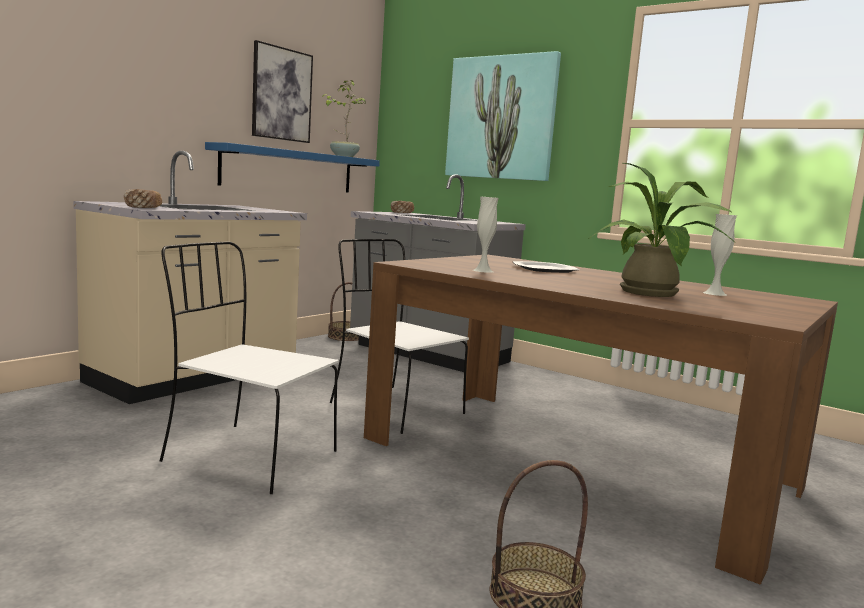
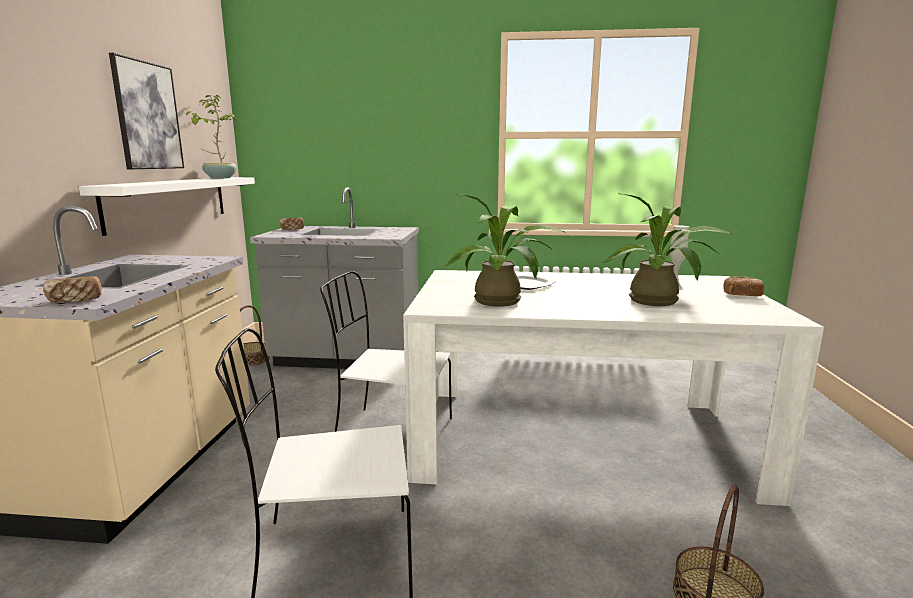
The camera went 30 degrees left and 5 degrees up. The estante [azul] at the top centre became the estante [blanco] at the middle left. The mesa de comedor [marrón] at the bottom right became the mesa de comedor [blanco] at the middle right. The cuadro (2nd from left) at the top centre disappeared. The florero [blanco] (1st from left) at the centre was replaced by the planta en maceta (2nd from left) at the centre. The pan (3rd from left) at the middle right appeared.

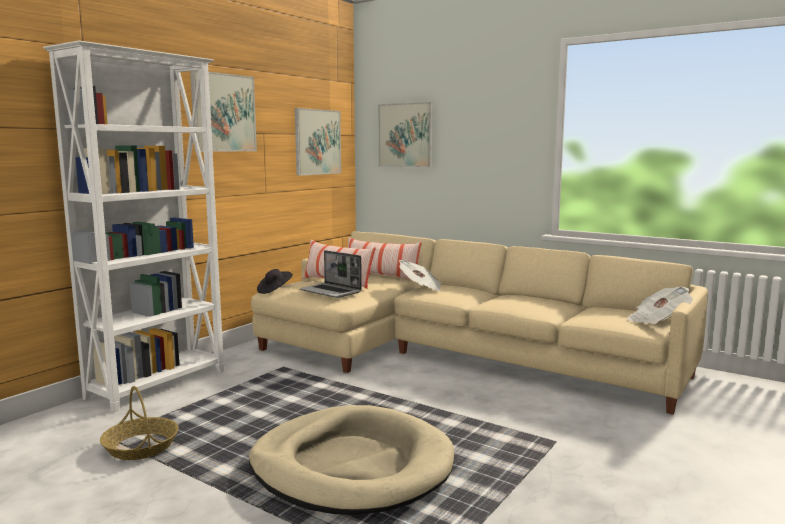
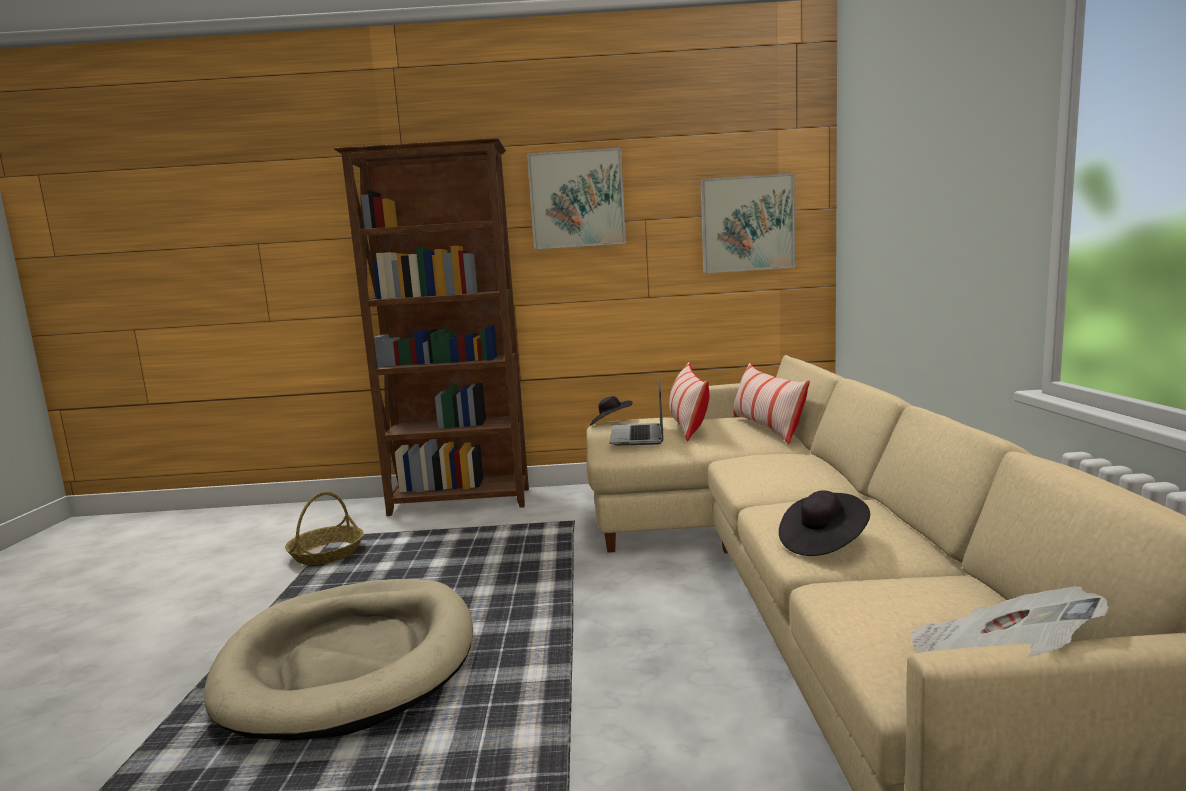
The camera went 55 degrees right and 0 degrees up. The estantería [blanco] at the middle left became the estantería [marrón] at the centre. The cuadro (3rd from left) at the top centre disappeared. The periódico (1st from left) at the centre disappeared. The sombrero [negro] (2nd from left) at the middle right appeared.

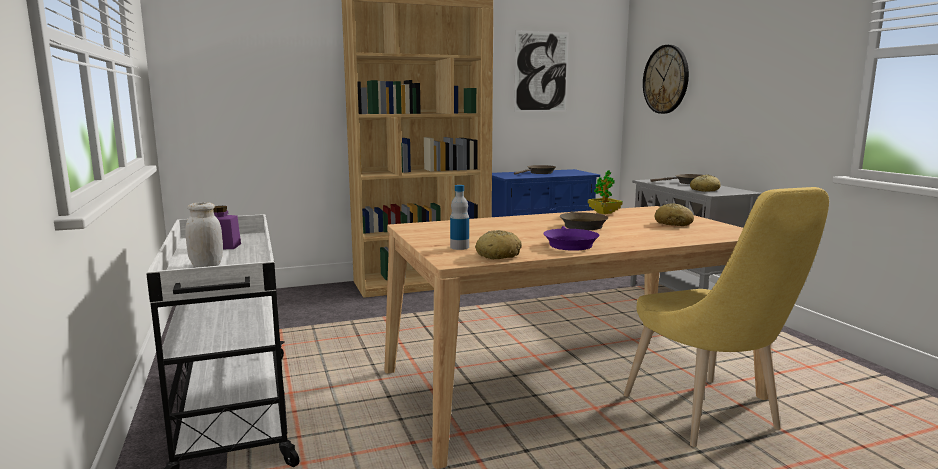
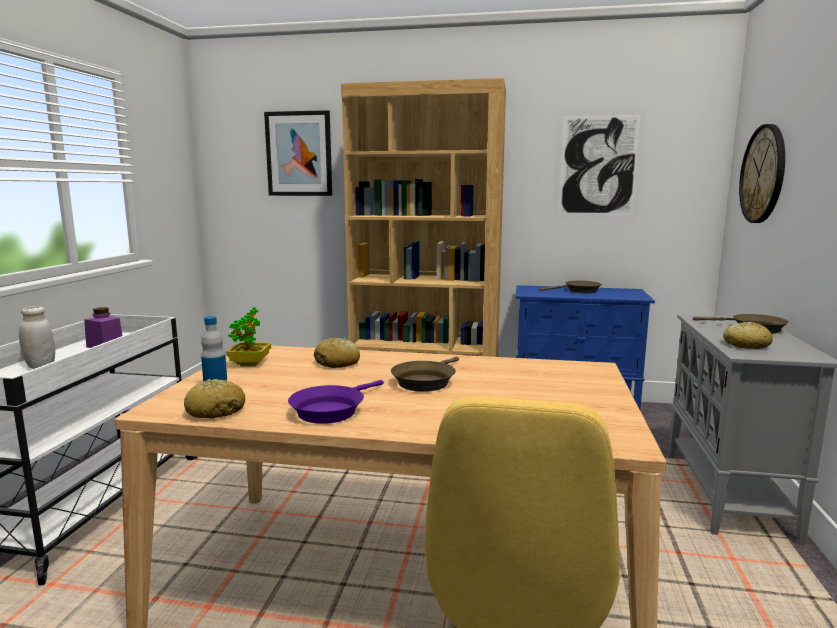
The camera went 30 degrees right and 0 degrees up. The planta en maceta moved from the centre to the middle left. The pan (2nd from left) moved from the middle right to the centre. The cuadro (1st from left) at the top centre appeared.

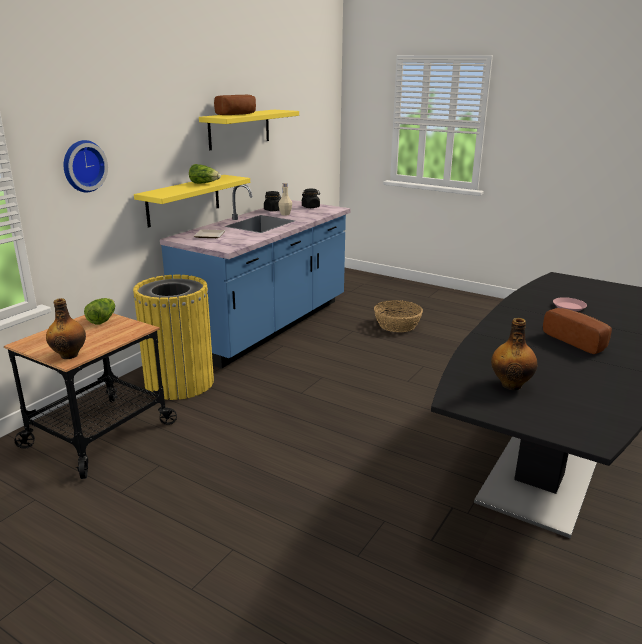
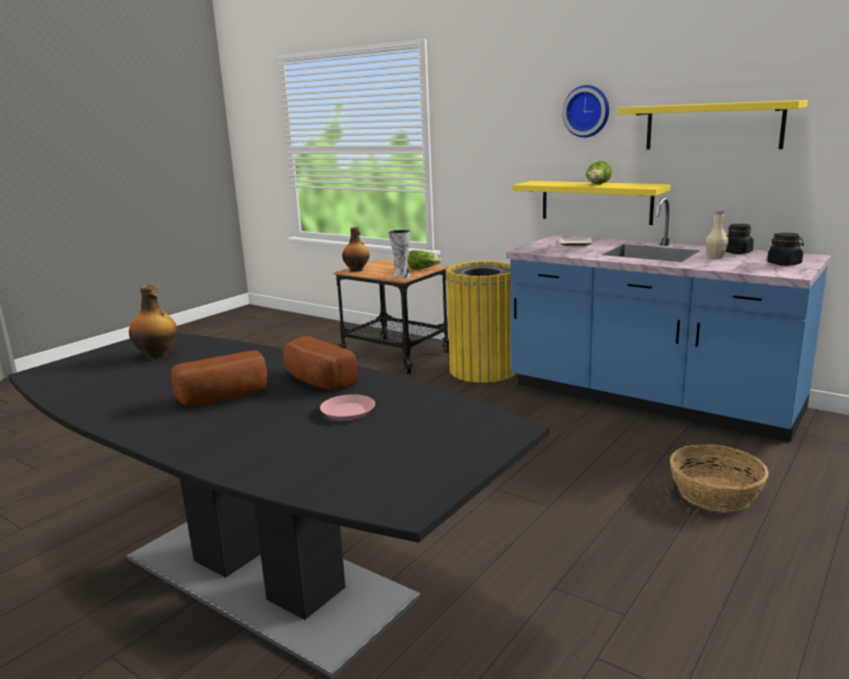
The camera went 95 degrees right and 5 degrees down. The reloj de pared moved from the top left to the top right. The pan (1st from left in the first image) moved from the top centre to the centre. The florero at the centre appeared.

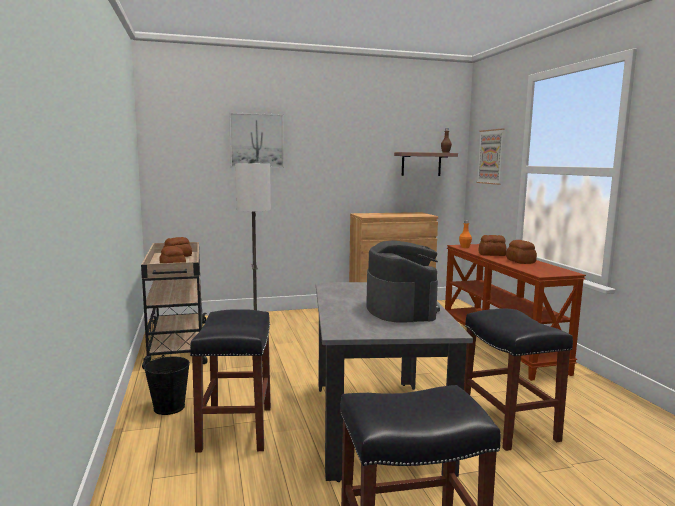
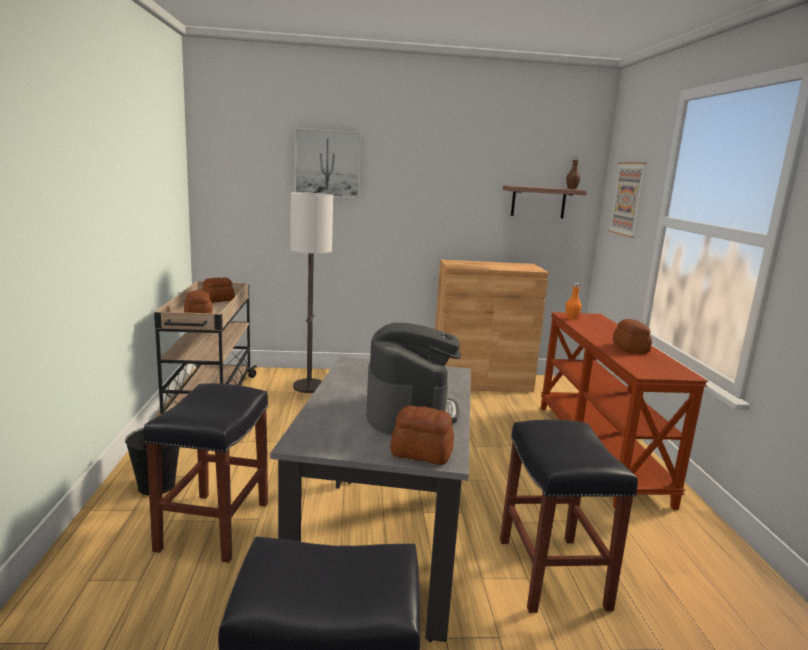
The camera went 10 degrees right and 5 degrees up. The pan (3rd from left) moved from the middle right to the bottom centre.

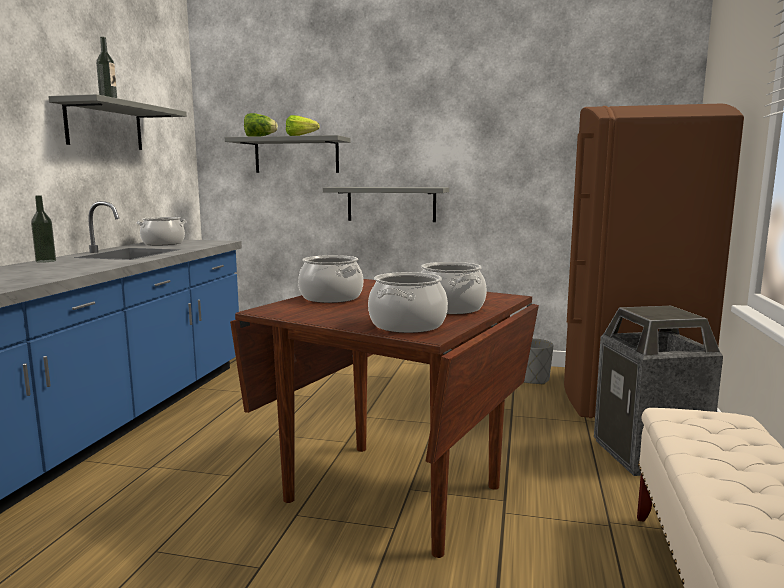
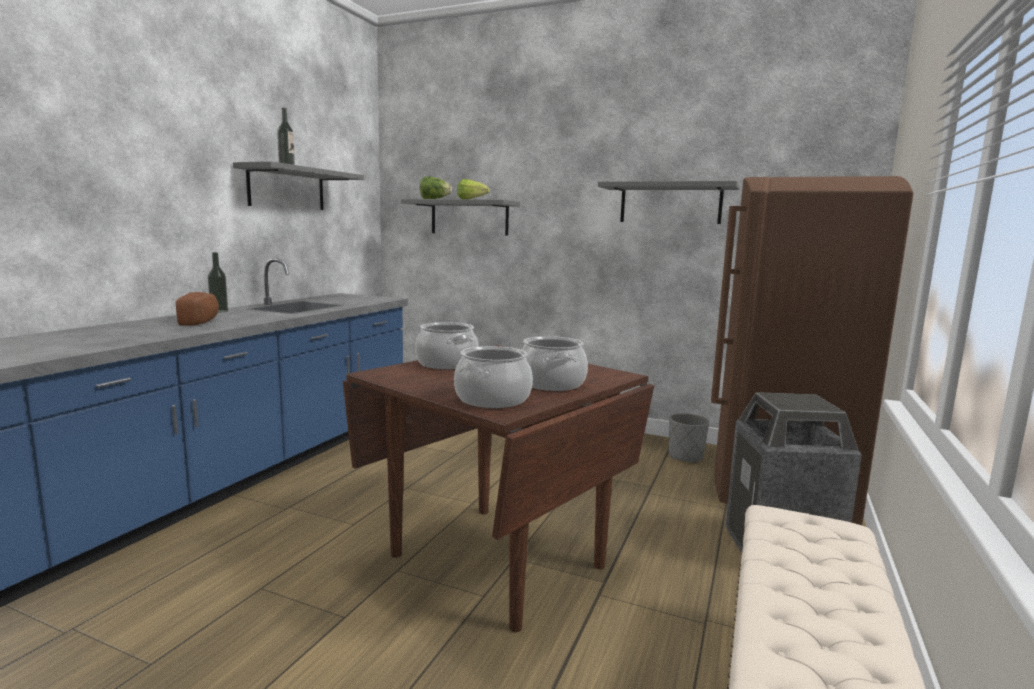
The camera went 10 degrees right and 0 degrees up. The olla (1st from left) at the middle left disappeared. The estante [gris] (3rd from left) moved from the centre to the top centre. The pan at the middle left appeared.

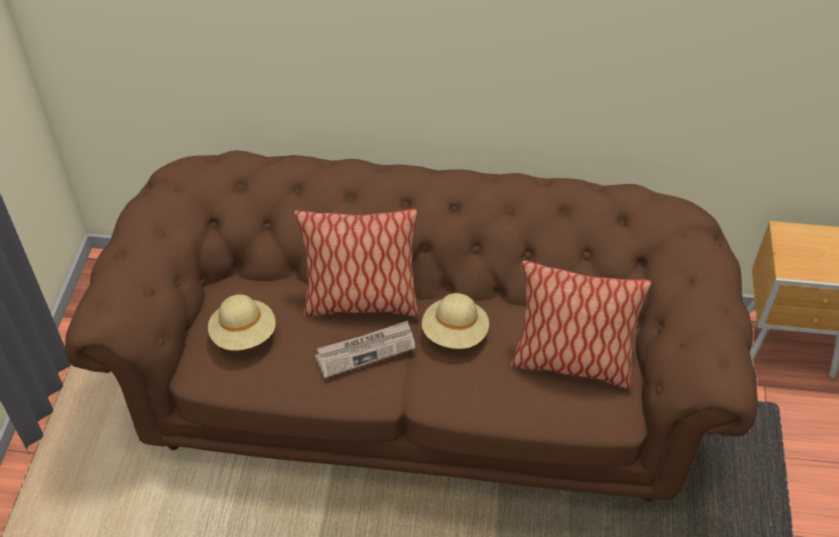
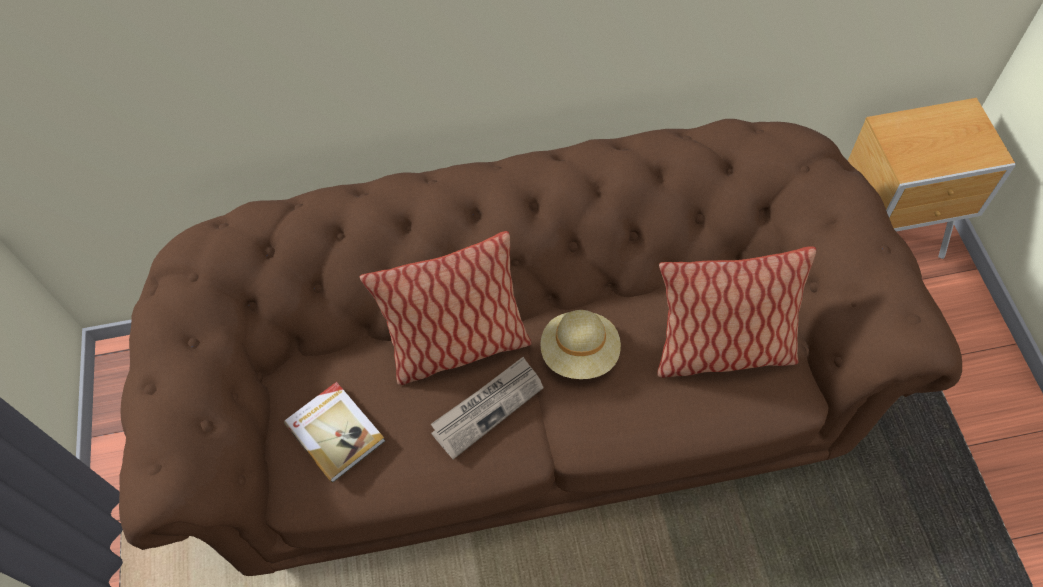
The camera went 15 degrees left and 10 degrees up. The sombrero [beis] (1st from left) at the middle left was replaced by the libro at the bottom left.

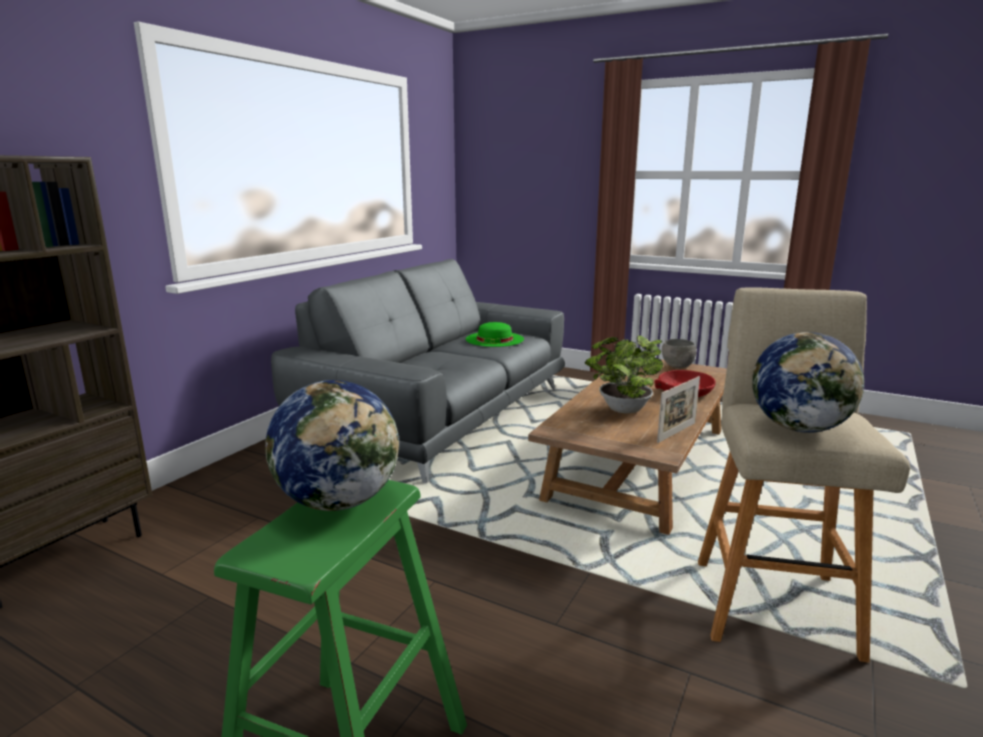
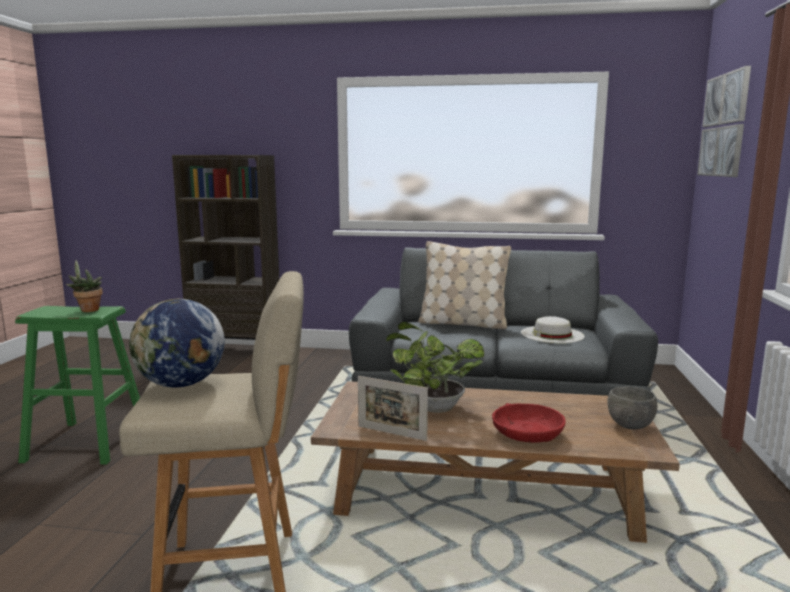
The camera went 70 degrees right and 5 degrees down. The globo terráqueo (1st from left) at the centre was replaced by the planta en maceta (1st from left) at the middle left. The sombrero [verde] at the centre became the sombrero [blanco] at the middle right. The cojín [beis] at the centre appeared. The cuadro at the top right appeared.

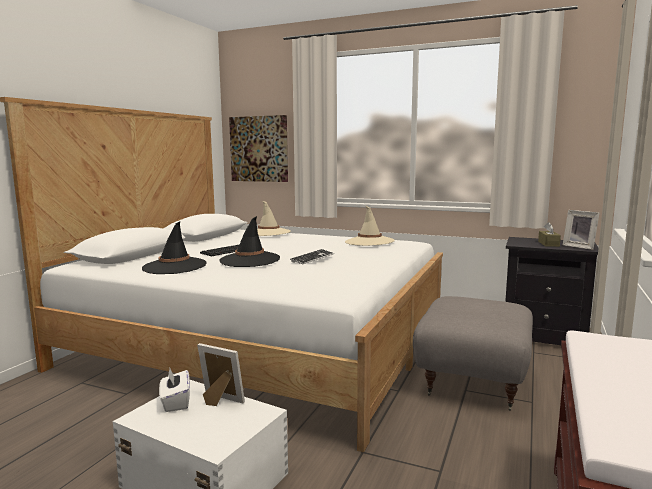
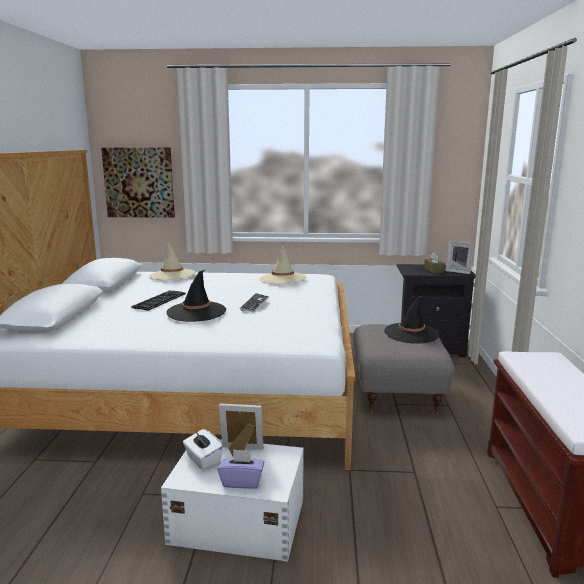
The camera went 20 degrees left and 5 degrees up. The sombrero [negro] (1st from left in the first image) moved from the middle left to the middle right. The caja de pañuelos [morado] at the bottom centre appeared.

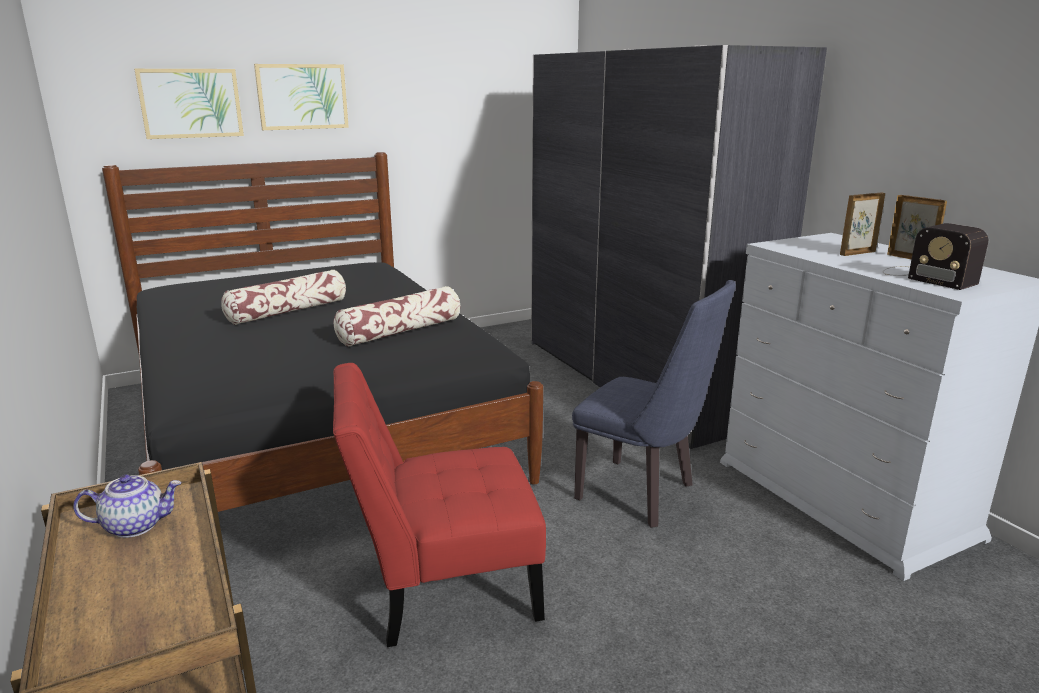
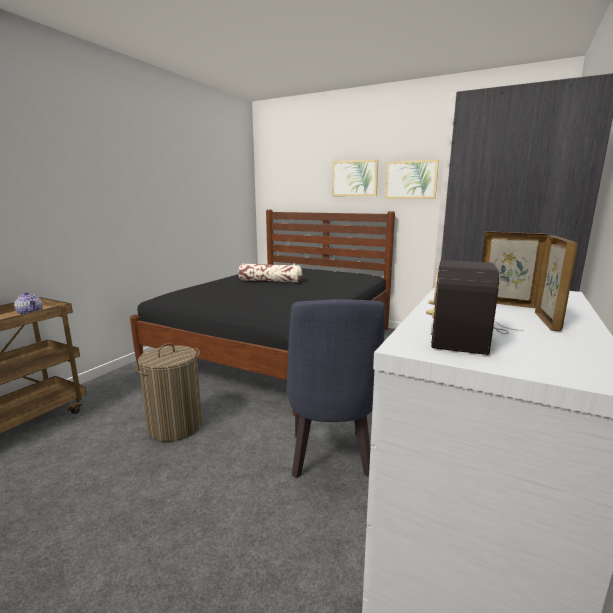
The camera went 55 degrees right and 5 degrees down. The cuadro (1st from left in the first image) moved from the top left to the top right. The silla [rojo] at the bottom centre was replaced by the cesto de la ropa at the middle left. The cojín (2nd from left) at the centre disappeared.

